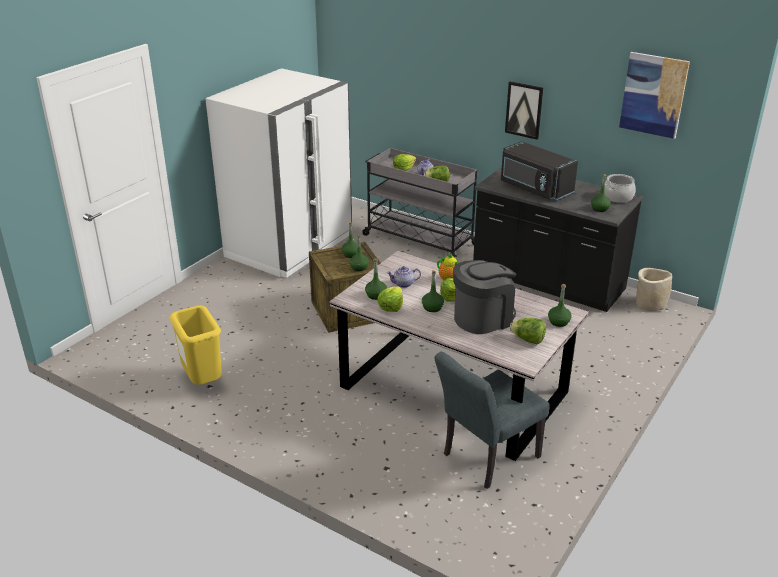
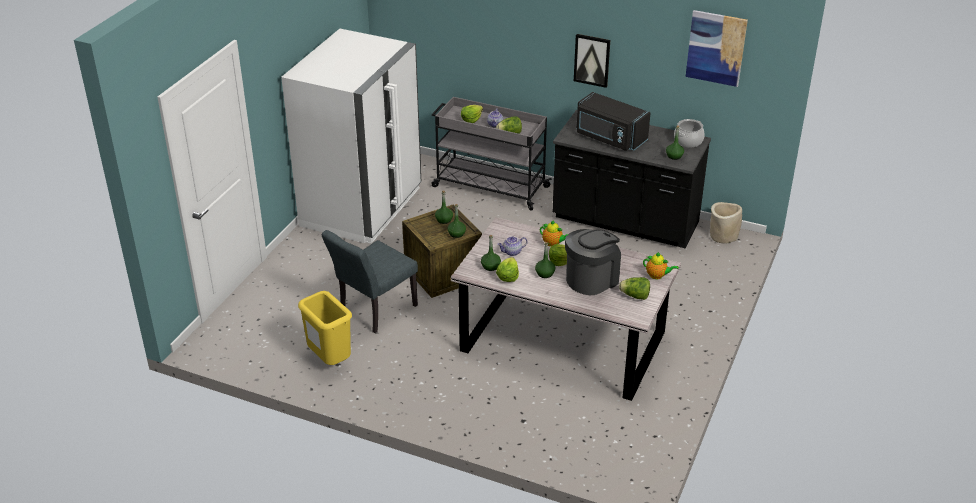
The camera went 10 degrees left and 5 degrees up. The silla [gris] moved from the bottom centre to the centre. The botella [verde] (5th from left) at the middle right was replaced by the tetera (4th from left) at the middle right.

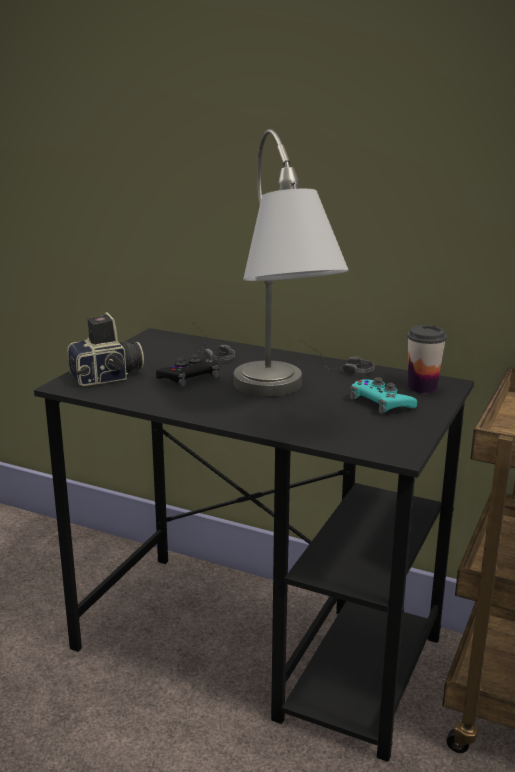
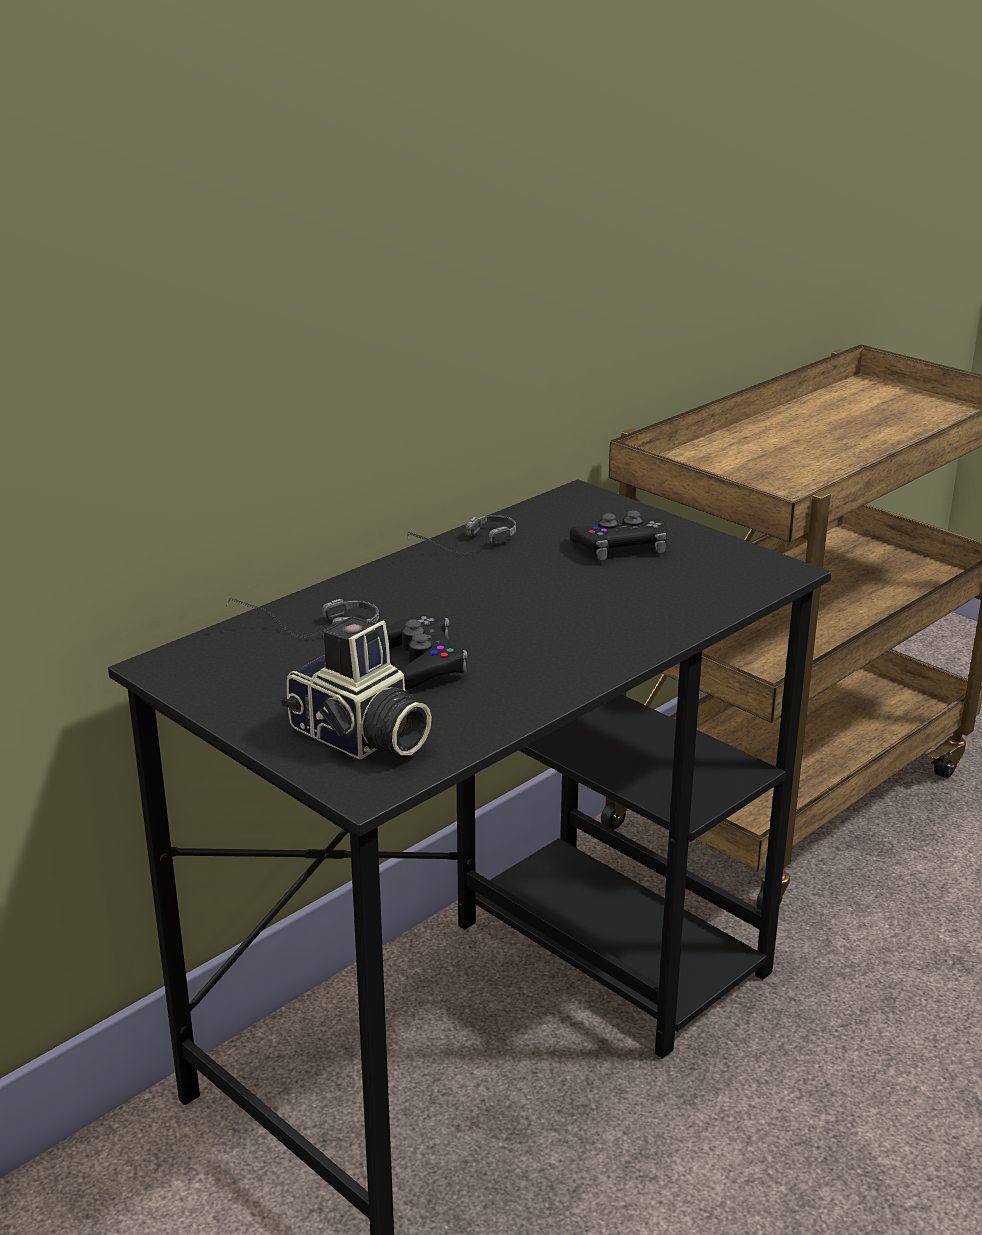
The camera went 70 degrees left and 5 degrees up. The cámara at the middle left turned 135 degrees clockwise. The lámpara de mesa [gris] at the centre disappeared. The mando de consola [turquesa] at the middle right became the mando de consola [negro] (2nd from left) at the centre. The taza at the middle right disappeared.

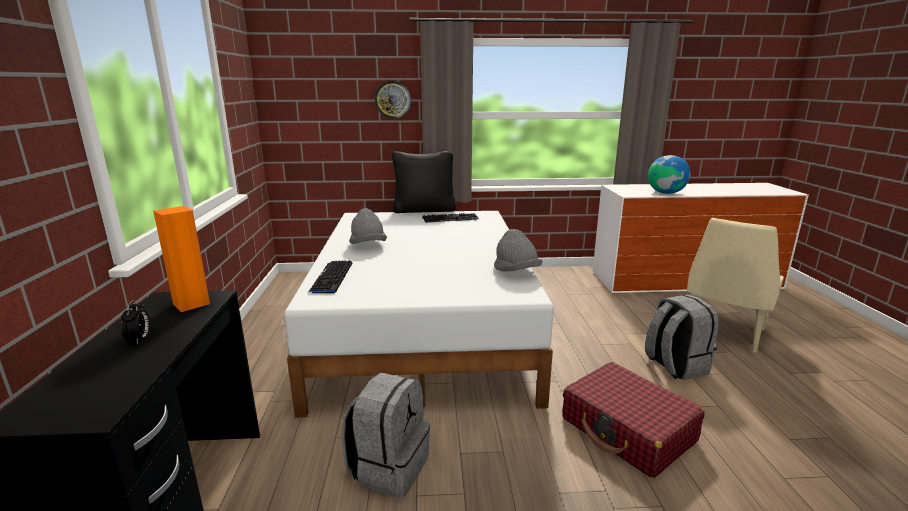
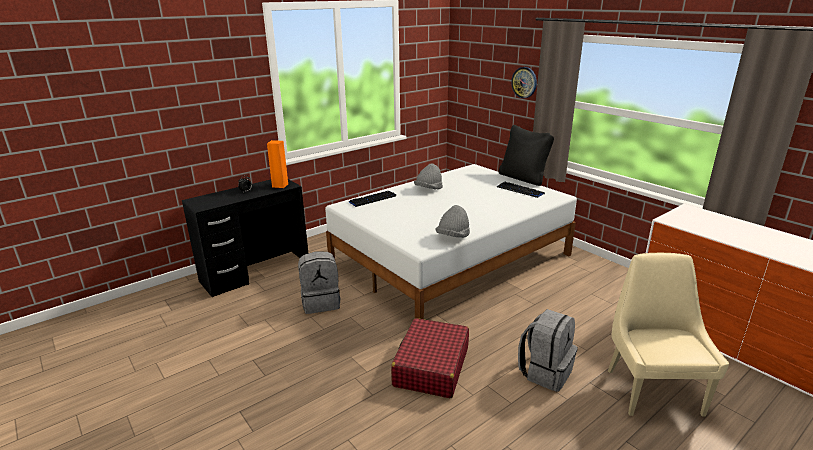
The camera went 55 degrees right and 5 degrees up. The globo terráqueo at the middle right disappeared. The silla [beis] at the middle right turned 90 degrees clockwise.

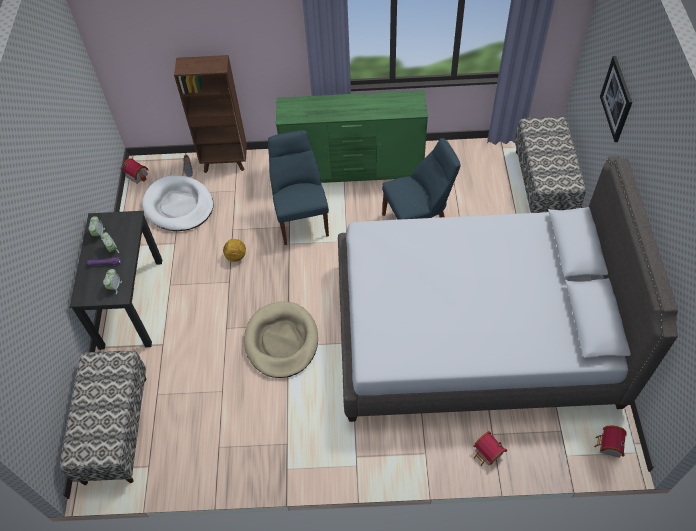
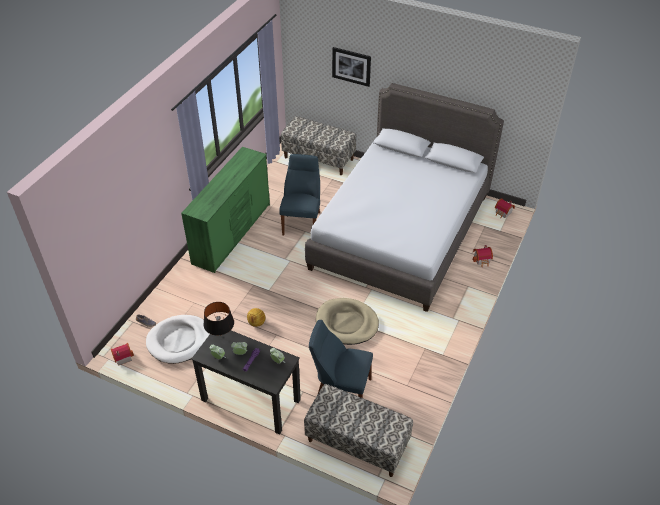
The camera went 65 degrees left and 10 degrees down. The estantería [marrón] at the top left disappeared. The silla [azul] (1st from left in the first image) moved from the centre to the bottom centre. The lámpara de mesa [negro] at the middle left appeared.

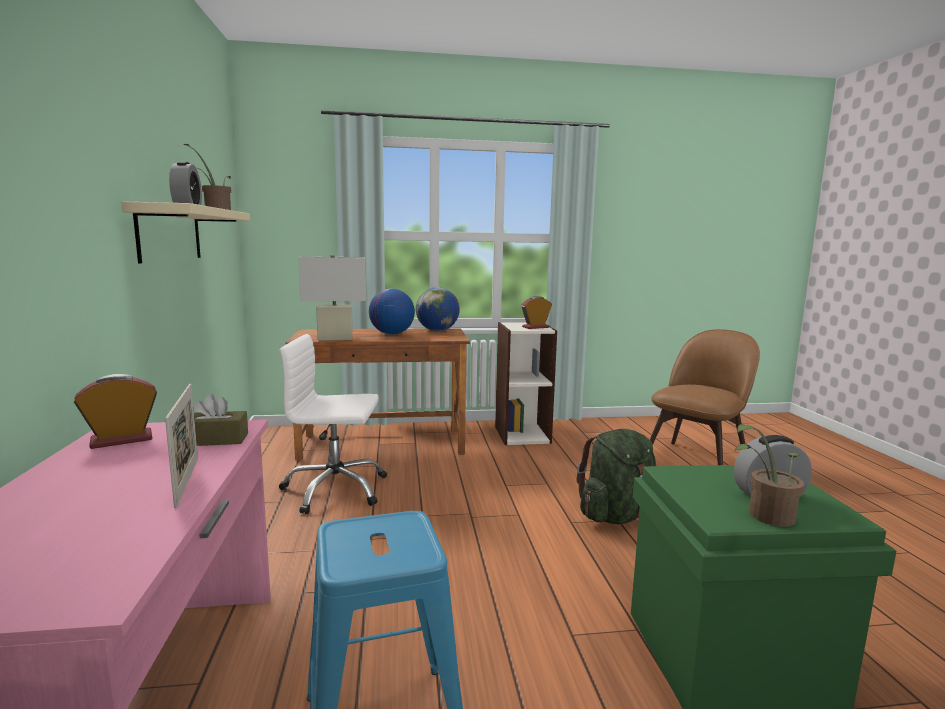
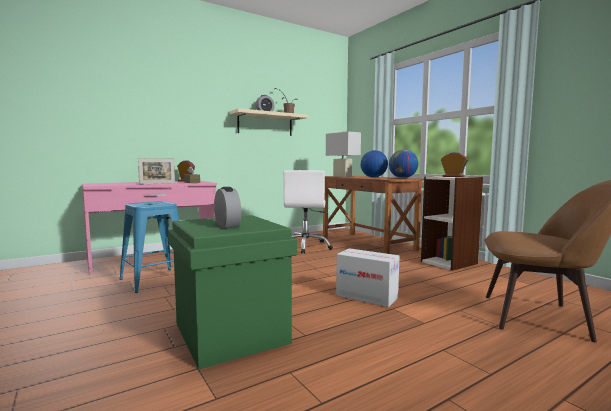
The camera went 65 degrees right and 5 degrees down. The silla de oficina [blanco] at the centre turned 150 degrees counterclockwise. The mochila [verde] at the bottom centre was replaced by the caja de cartón at the bottom centre. The planta en maceta (2nd from left) at the bottom right disappeared.

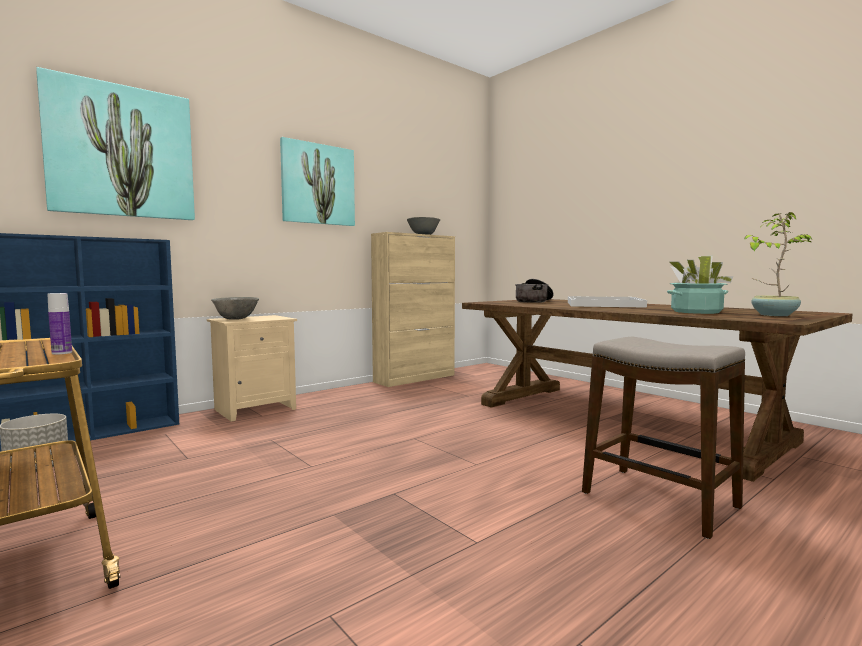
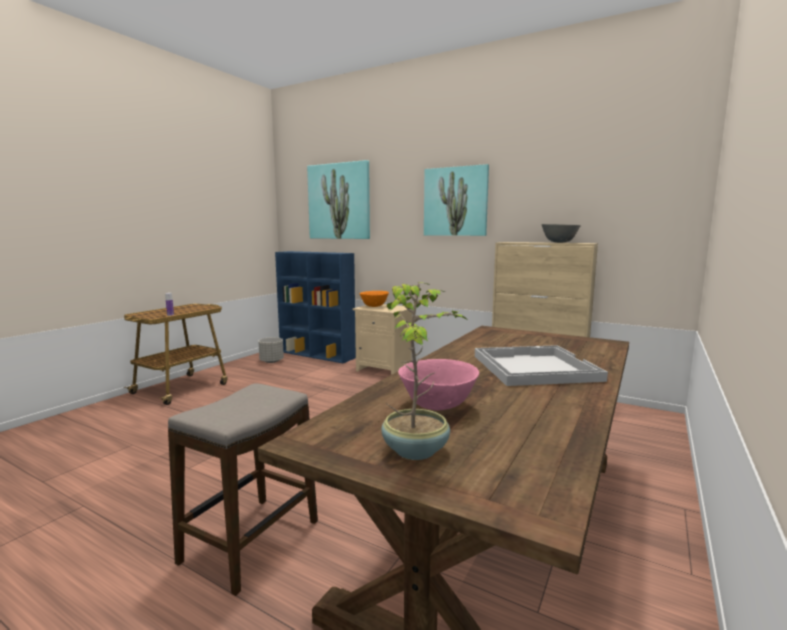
The camera went 70 degrees right and 5 degrees up. The cuenco [gris] (1st from left) at the middle left became the cuenco [naranja] at the centre. The olla at the centre disappeared. The planta en maceta (1st from left) at the middle right was replaced by the cuenco [rosa] at the centre.

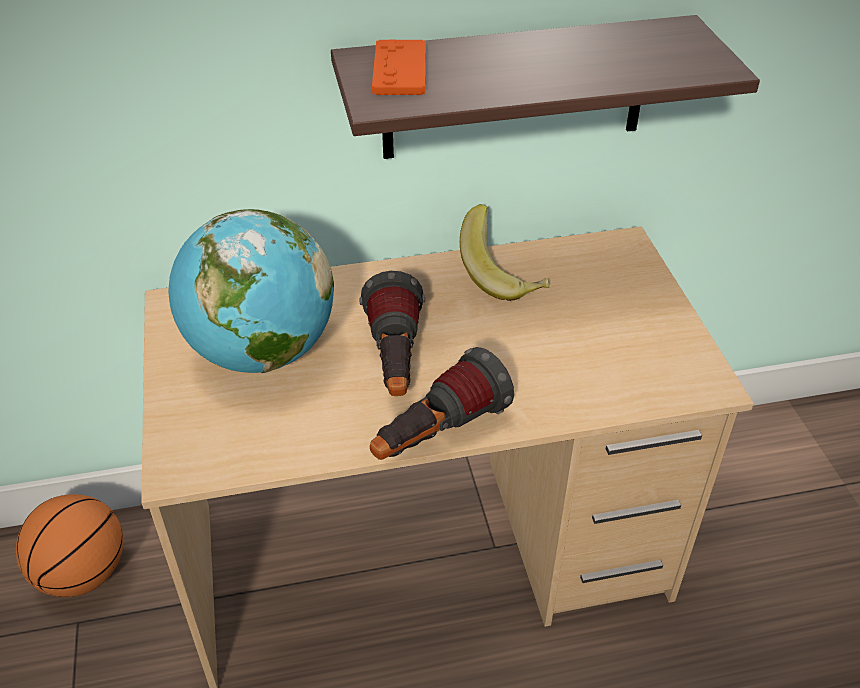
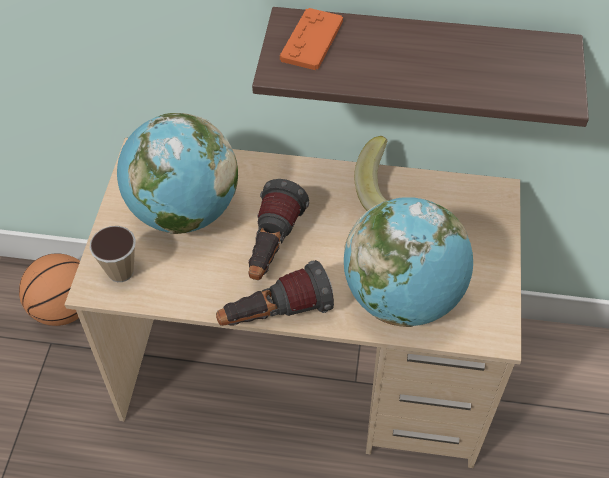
The camera went 20 degrees right and 10 degrees up. The taza at the middle left appeared. The globo terráqueo (2nd from left) at the middle right appeared.

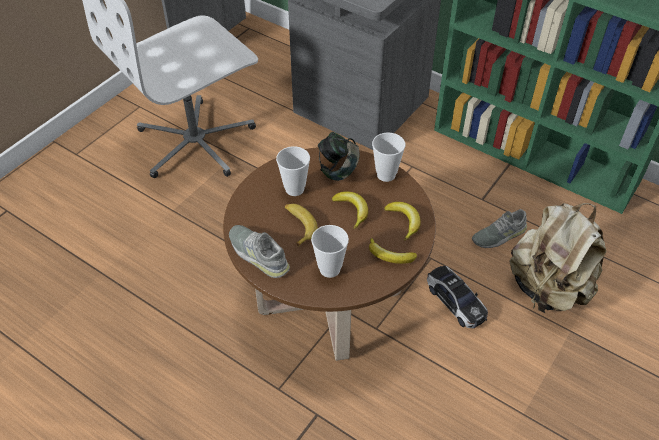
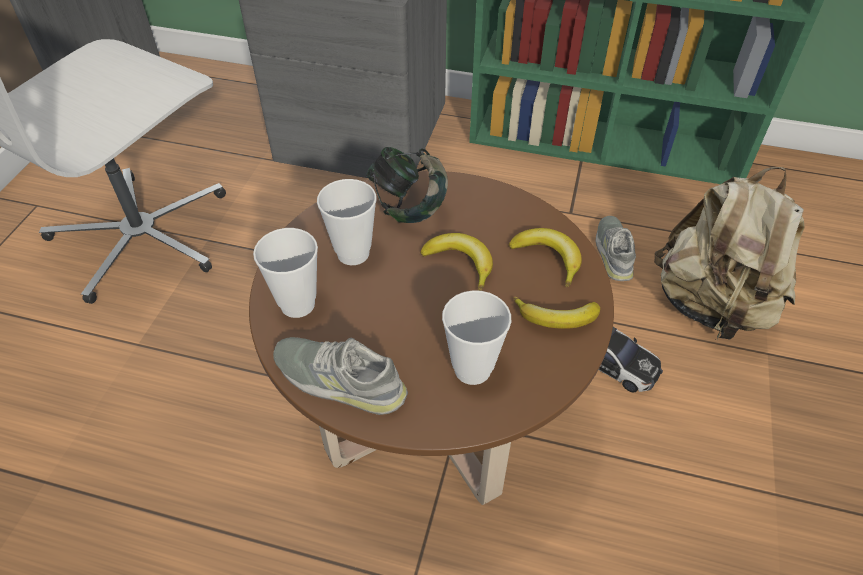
The camera went 20 degrees left and 0 degrees up. The plátano (1st from left) at the centre disappeared. The taza (3rd from left in the first image) moved from the centre to the middle left. The zapato [gris] (2nd from left) at the middle right turned 135 degrees clockwise.

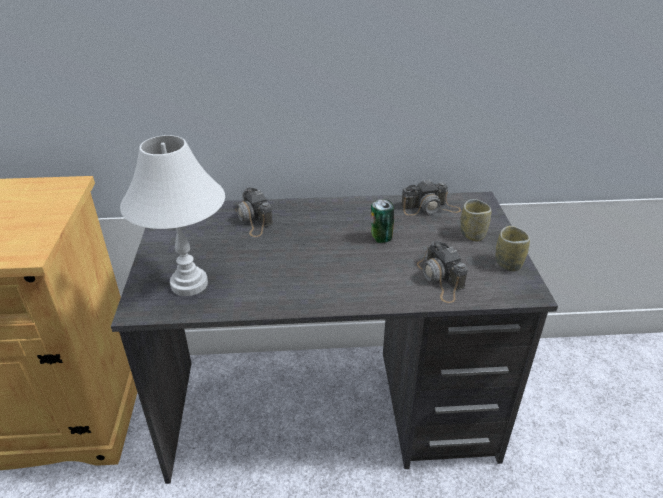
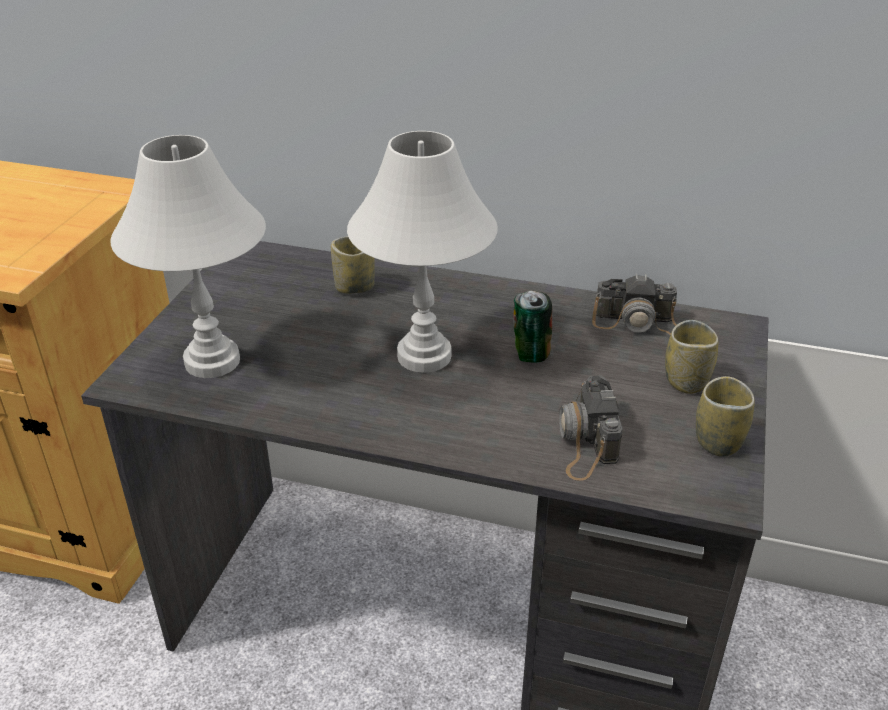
The camera went 20 degrees right and 0 degrees up. The cámara (1st from left) at the centre was replaced by the taza (1st from left) at the centre. The lámpara de mesa [blanco] (2nd from left) at the centre appeared.

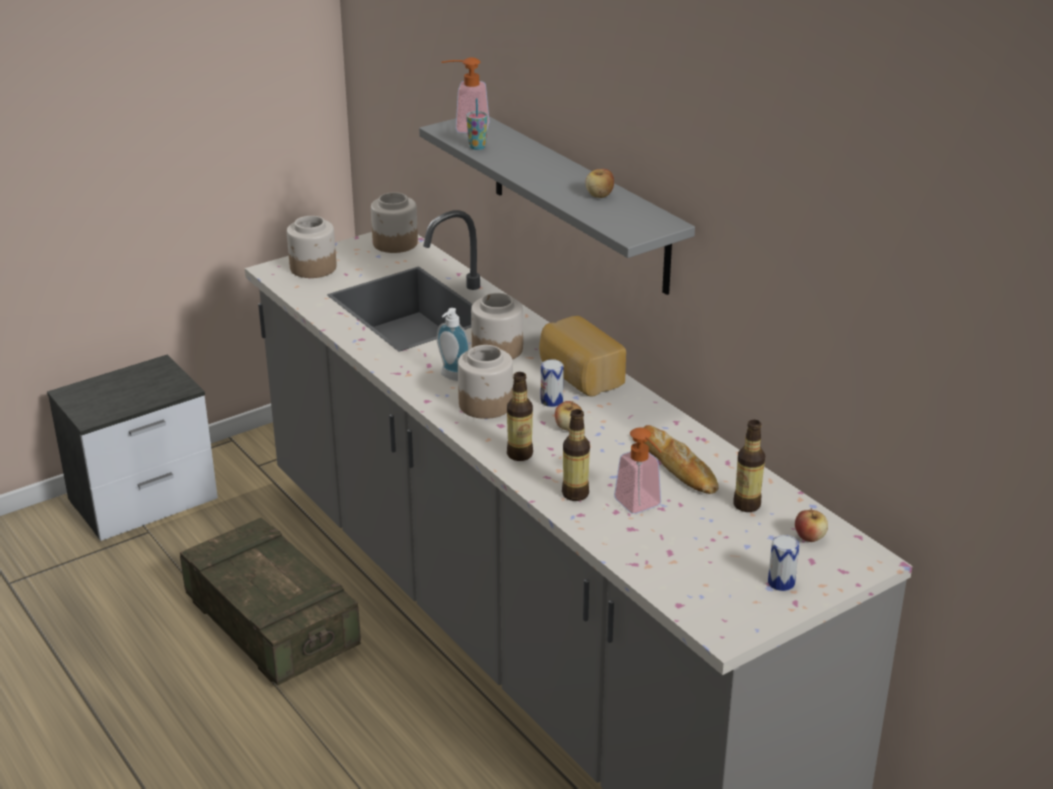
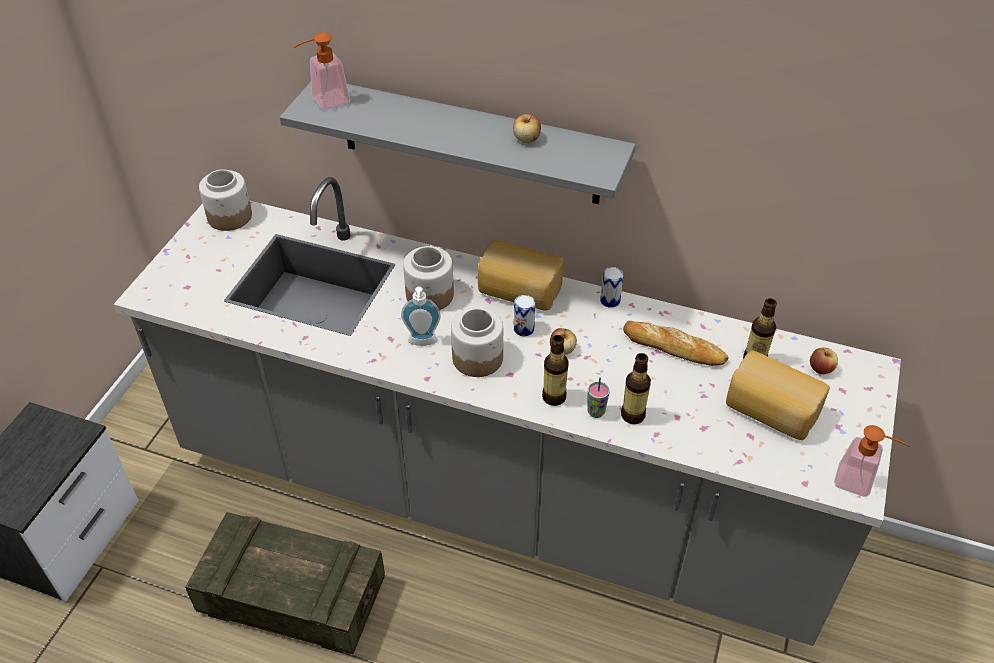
The camera went 35 degrees left and 15 degrees up. The tarro (1st from left) at the top left disappeared. The taza moved from the top centre to the centre. The dispensador de jabón (3rd from left) moved from the centre to the bottom right. The lata (2nd from left) moved from the bottom right to the centre. The pan (3rd from left) at the middle right appeared.

